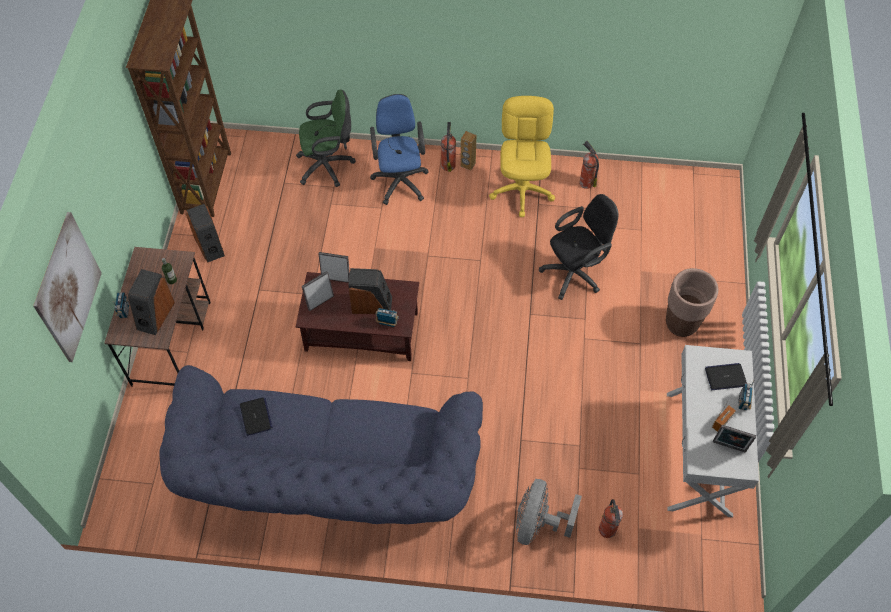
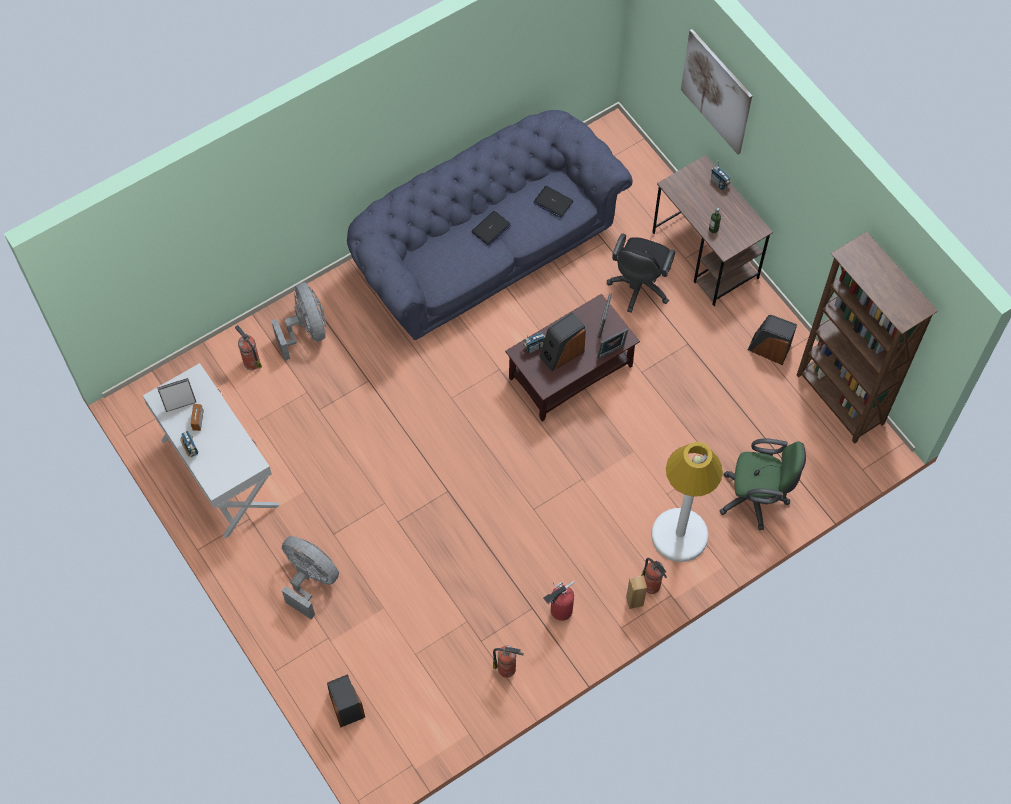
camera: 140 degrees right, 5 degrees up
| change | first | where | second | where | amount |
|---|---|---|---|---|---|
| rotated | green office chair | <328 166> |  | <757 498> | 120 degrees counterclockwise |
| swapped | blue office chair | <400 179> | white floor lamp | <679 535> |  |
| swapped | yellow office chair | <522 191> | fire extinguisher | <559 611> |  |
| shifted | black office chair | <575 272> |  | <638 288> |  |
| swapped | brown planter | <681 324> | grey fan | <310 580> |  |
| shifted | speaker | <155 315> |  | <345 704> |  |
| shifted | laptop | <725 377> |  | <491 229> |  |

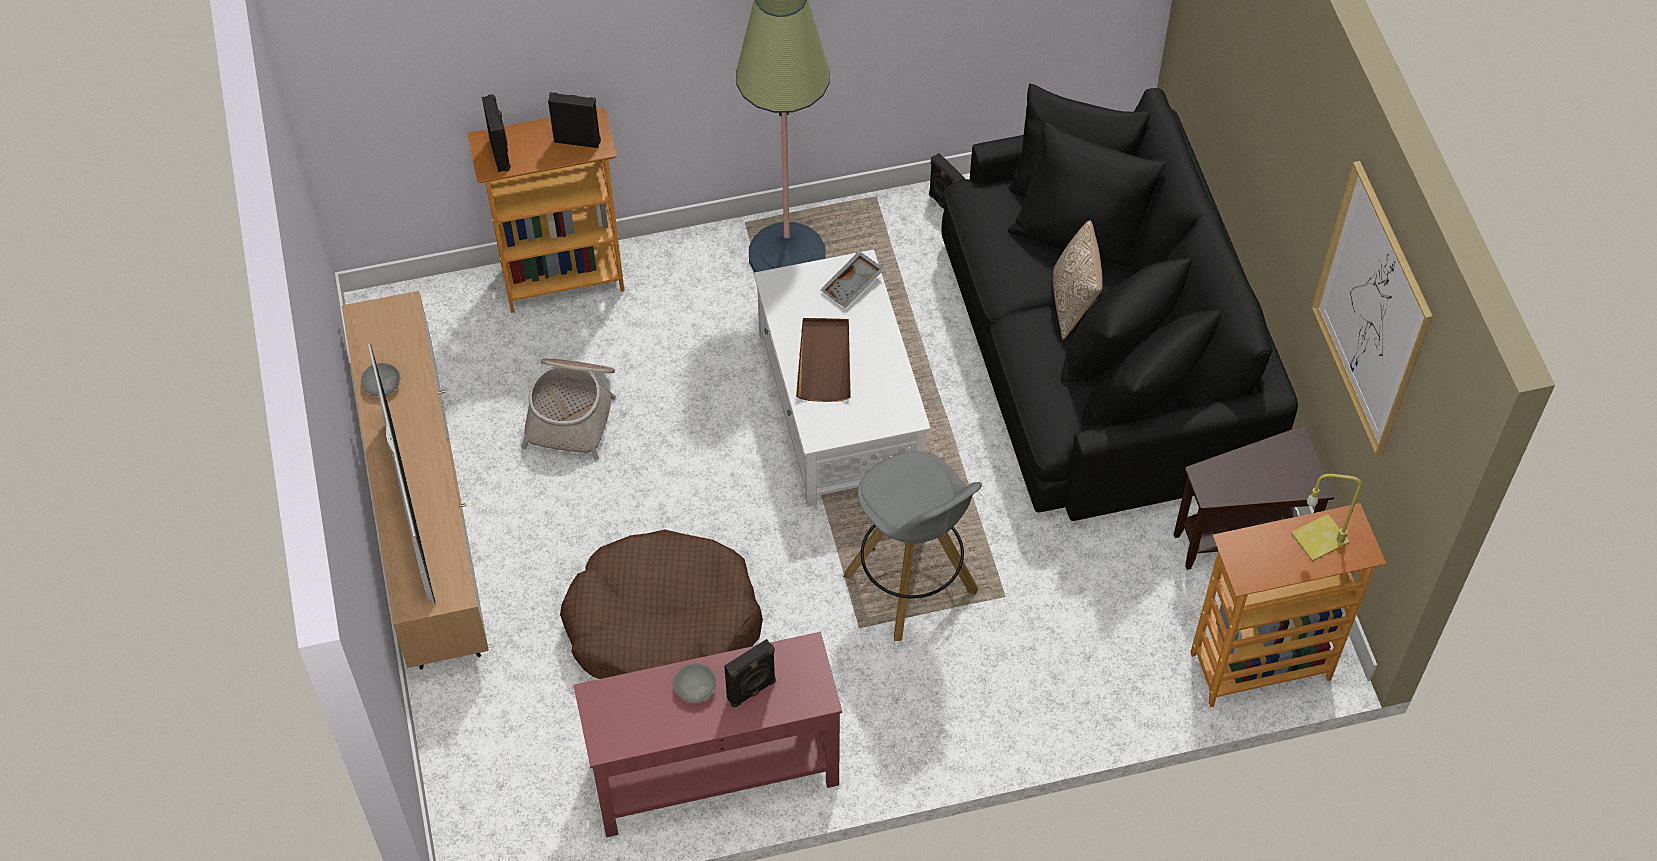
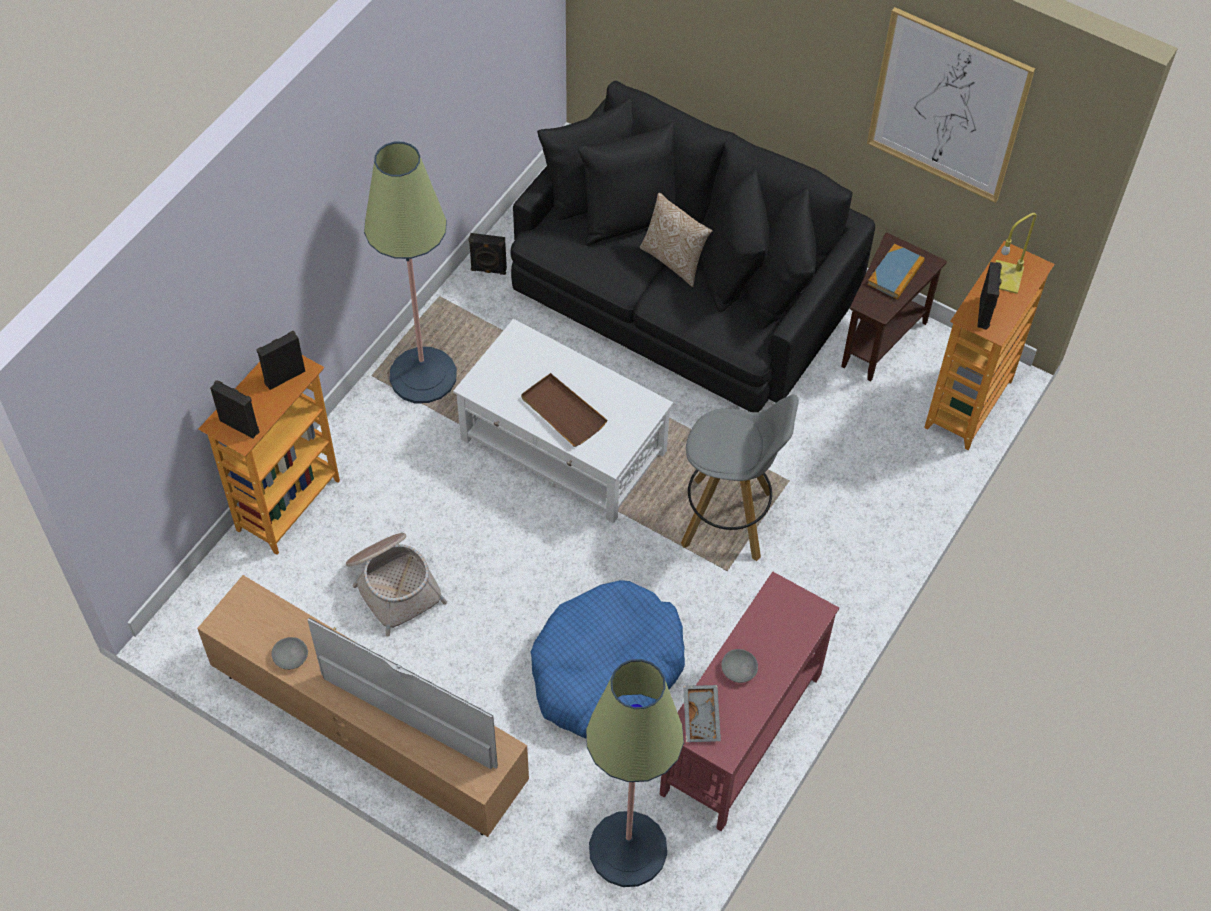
camera: 45 degrees left, 0 degrees up
| change | first | where | second | where | amount |
|---|---|---|---|---|---|
| shifted | grey tray | <853 285> |  | <702 717> |  |
| repainted | brown dog bed | <663 624> | blue dog bed | <606 670> |  |
| shifted | black speaker | <752 691> |  | <985 313> |  |
| new |  |  | book | <895 273> |  |
| new |  |  | floor lamp | <628 849> |  |

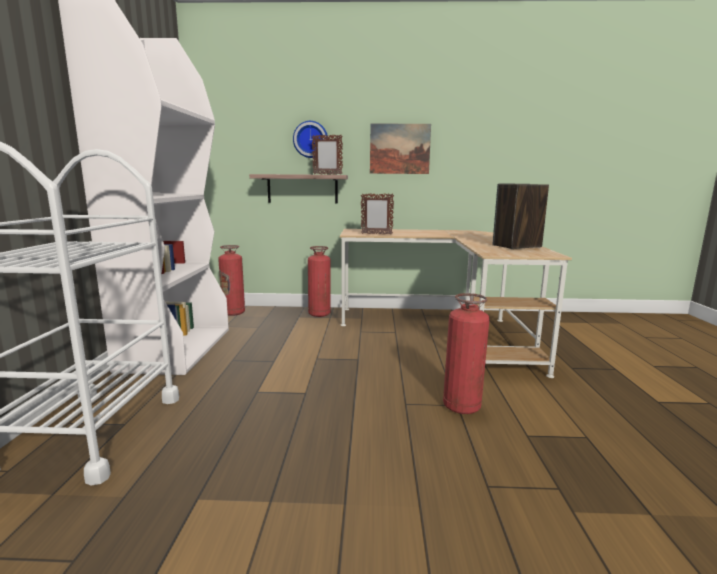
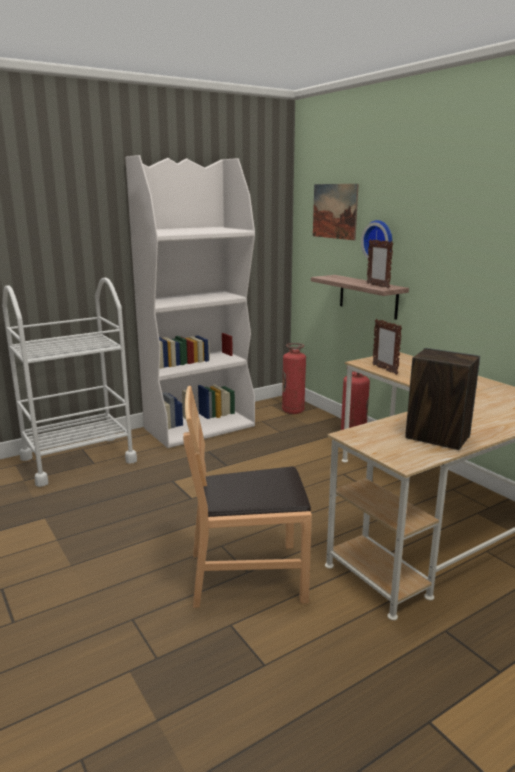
camera: 55 degrees right, 5 degrees up
| change | first | where | second | where | amount |
|---|---|---|---|---|---|
| shifted | picture | <399 149> |  | <334 211> |  |
| swapped | fire extinguisher | <461 406> | brown chair | <247 575> |  |

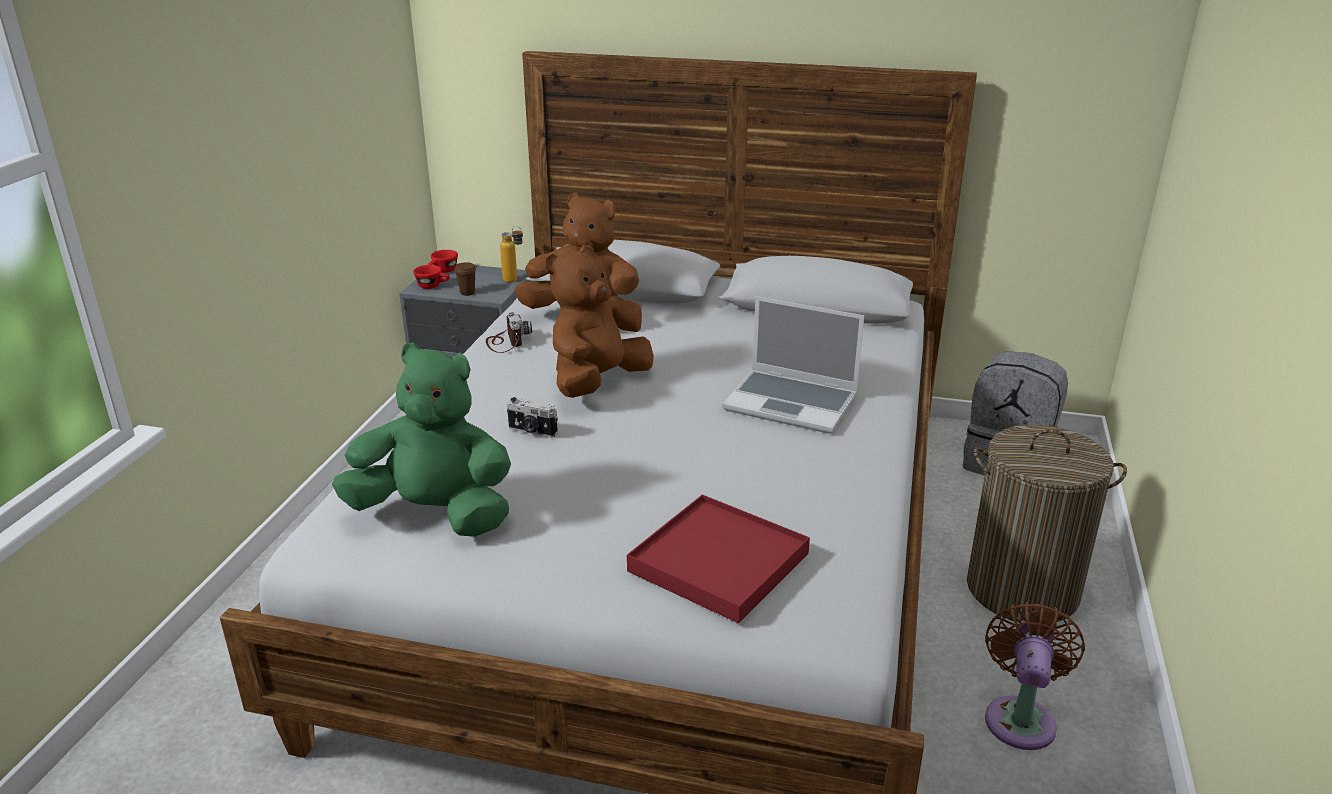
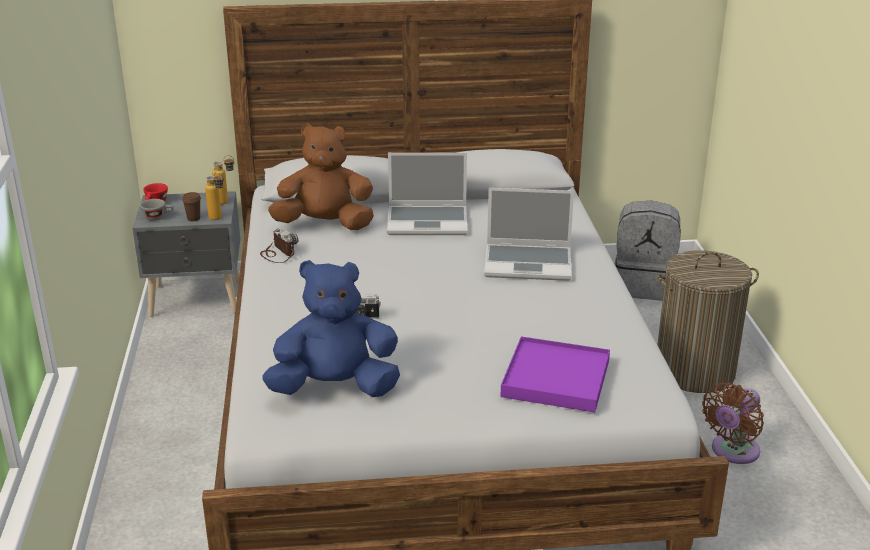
camera: 20 degrees left, 0 degrees up
| change | first | where | second | where | amount |
|---|---|---|---|---|---|
| gone | brown plush toy | <598 382> |  |  |  |
| repainted | red cup | <433 286> | grey cup | <158 217> |  |
| repainted | green plush toy | <435 514> | blue plush toy | <335 388> |  |
| repainted | red tray | <719 563> | purple tray | <556 379> |  |
| rotated | brown fan | <1020 717> |  | <732 452> | 135 degrees counterclockwise |
| new |  |  | laptop | <428 222> |  |
| new |  |  | bottle | <218 219> |  |

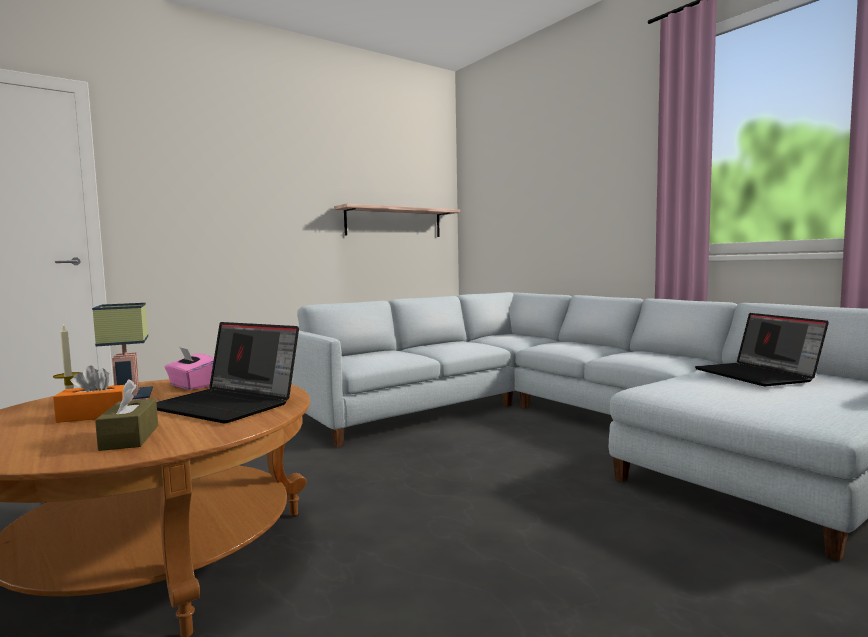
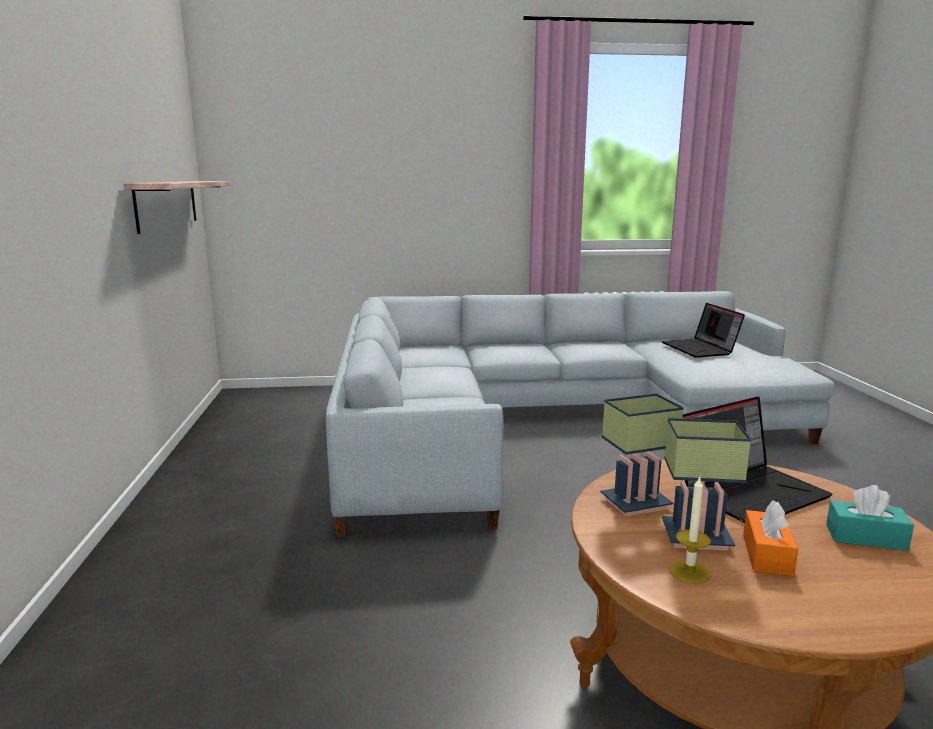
camera: 60 degrees left, 10 degrees up
| change | first | where | second | where | amount |
|---|---|---|---|---|---|
| rotated | laptop | <758 375> |  | <700 349> | 60 degrees clockwise |
| swapped | pink tissue box | <191 386> | table lamp | <636 502> |  |
| repainted | brown tissue box | <130 437> | turquoise tissue box | <865 537> |  |

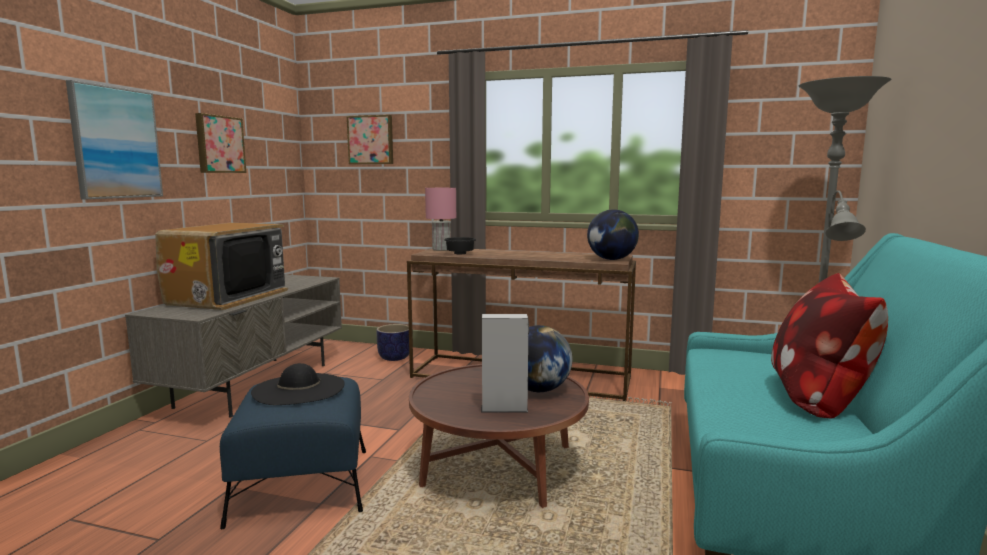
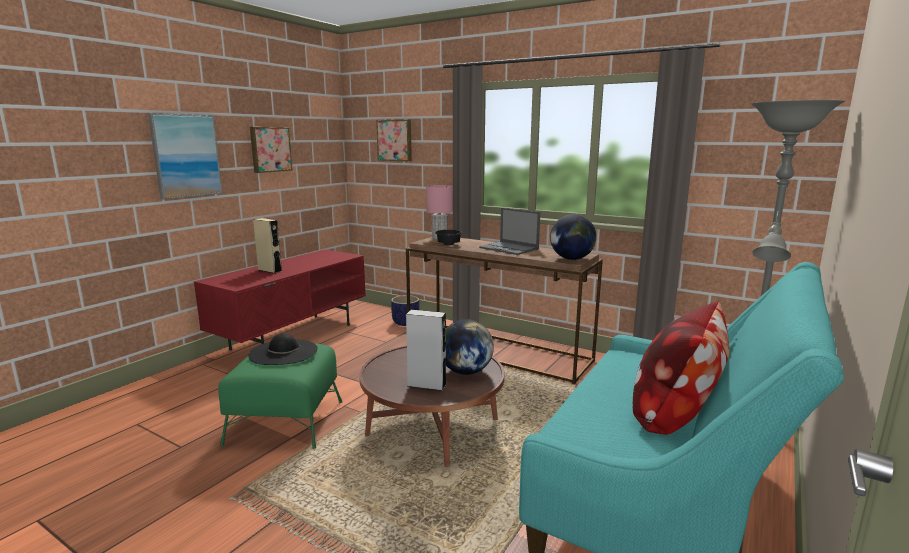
camera: 15 degrees right, 5 degrees up
| change | first | where | second | where | amount |
|---|---|---|---|---|---|
| swapped | television | <228 297> | beige speaker | <270 270> |  |
| repainted | grey tv stand | <255 384> | red tv stand | <293 336> |  |
| repainted | blue ottoman | <301 486> | green ottoman | <285 422> |  |
| new |  |  | laptop | <509 248> |  |

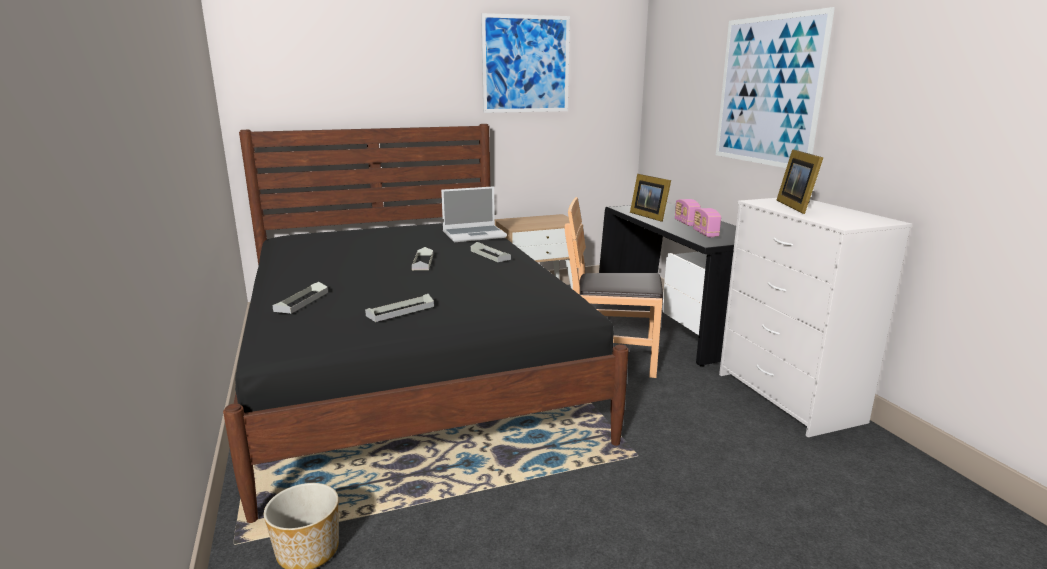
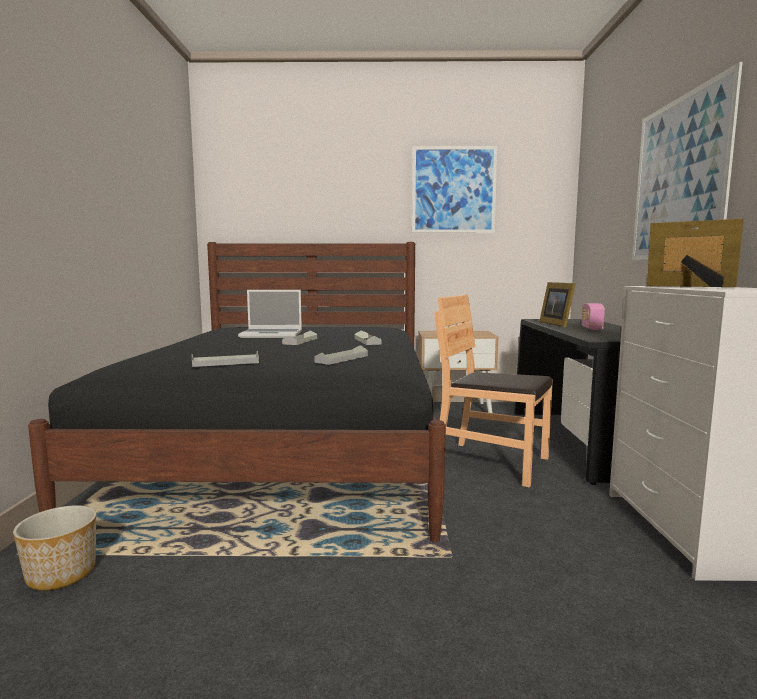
camera: 20 degrees right, 10 degrees down
| change | first | where | second | where | amount |
|---|---|---|---|---|---|
| rotated | picture frame | <797 206> |  | <692 286> | 105 degrees clockwise |
| shifted | laptop | <475 235> |  | <272 335> |  |
| gone | radio | <705 234> |  |  |  |
| shifted | grey tray | <301 301> |  | <342 359> |  |

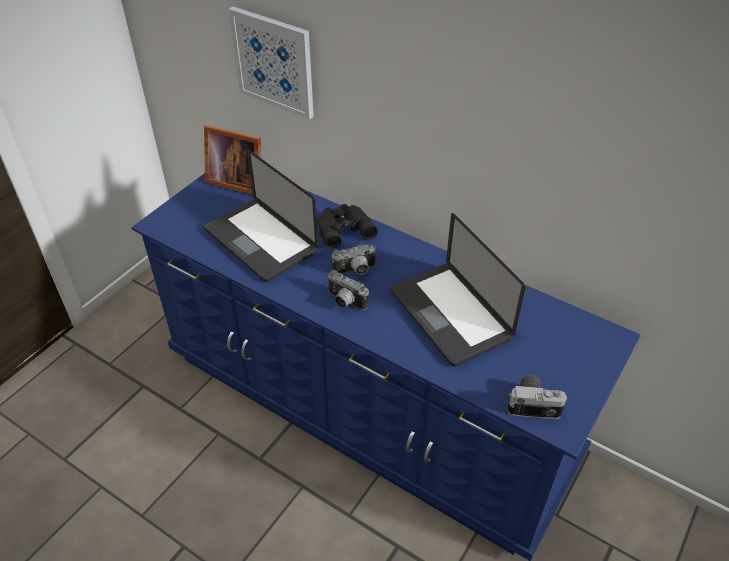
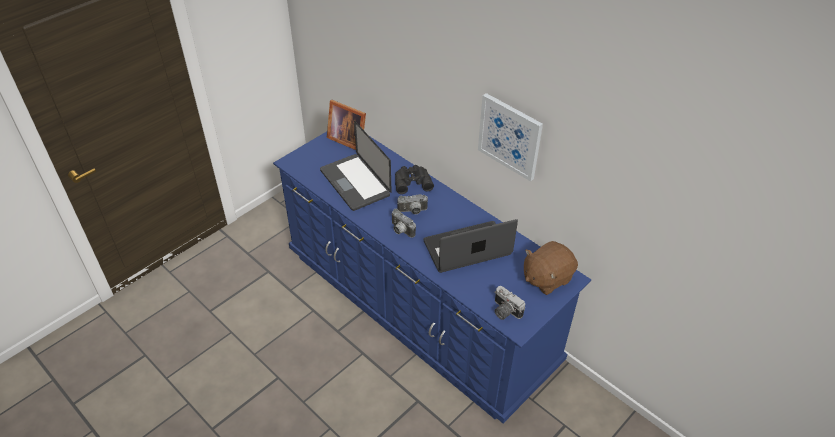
camera: 10 degrees right, 0 degrees up
| change | first | where | second | where | amount |
|---|---|---|---|---|---|
| shifted | picture | <274 62> |  | <510 136> |  |
| rotated | laptop | <449 314> |  | <467 248> | 90 degrees clockwise |
| rotated | photo camera | <533 403> |  | <504 311> | 150 degrees counterclockwise |
| new |  |  | brown plush toy | <546 278> |  |

